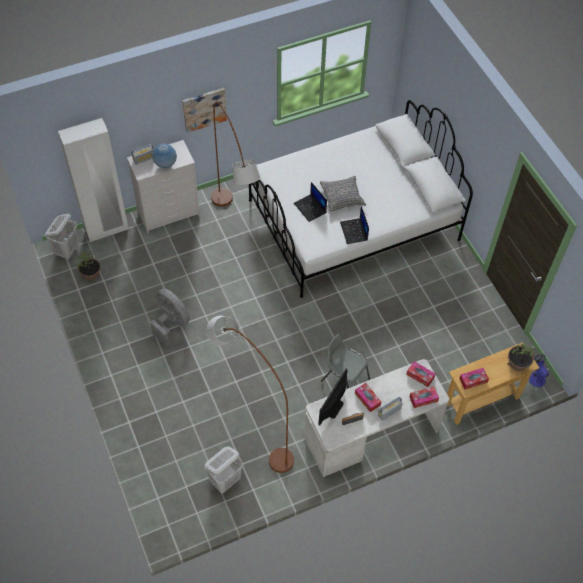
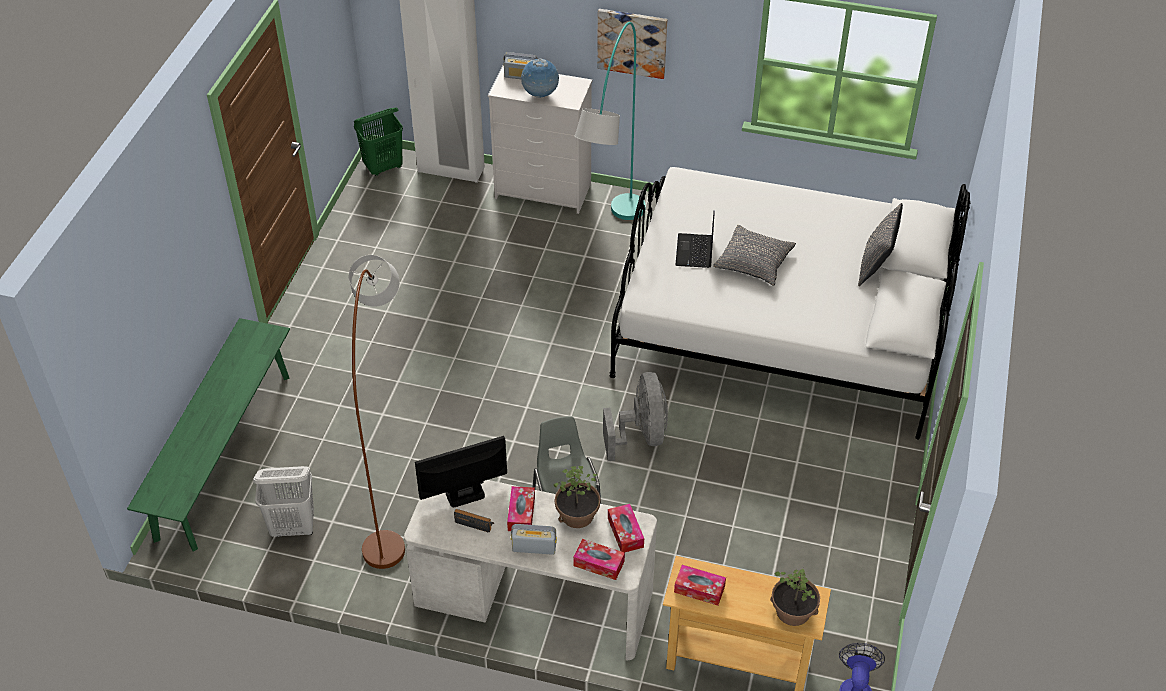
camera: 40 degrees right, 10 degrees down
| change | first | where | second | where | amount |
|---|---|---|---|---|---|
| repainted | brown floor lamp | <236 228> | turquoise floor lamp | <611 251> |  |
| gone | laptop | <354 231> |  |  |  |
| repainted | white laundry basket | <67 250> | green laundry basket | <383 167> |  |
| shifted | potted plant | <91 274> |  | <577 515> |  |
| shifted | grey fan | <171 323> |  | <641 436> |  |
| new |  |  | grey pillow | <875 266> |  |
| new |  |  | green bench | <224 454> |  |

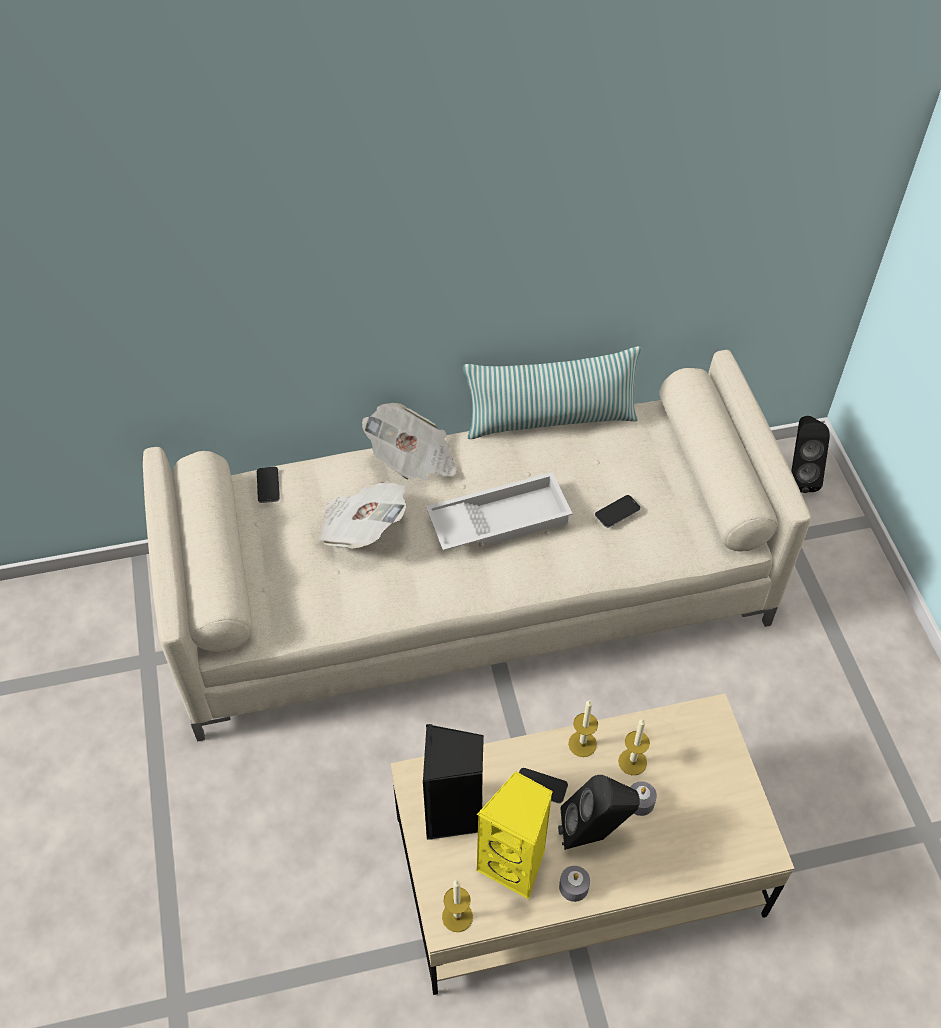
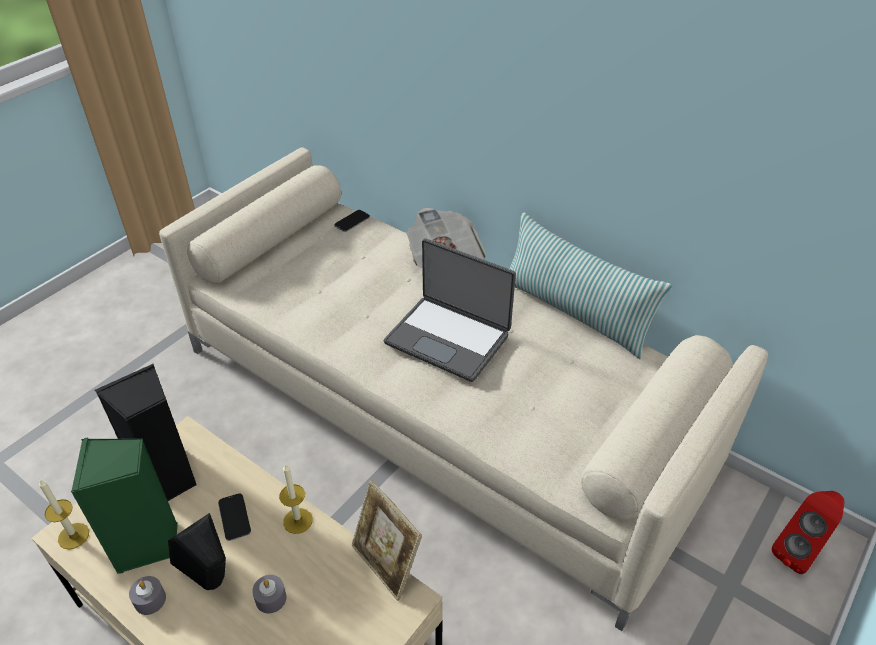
camera: 50 degrees right, 10 degrees down
| change | first | where | second | where | amount |
|---|---|---|---|---|---|
| repainted | black speaker | <798 477> | red speaker | <798 551> |  |
| swapped | white tray | <499 519> | laptop | <448 338> |  |
| gone | newspaper | <362 528> |  |  |  |
| gone | phone | <617 512> |  |  |  |
| gone | candle | <632 762> |  |  |  |
| repainted | yellow speaker | <515 863> | green speaker | <147 544> |  |
| new |  |  | picture frame | <386 564> |  |

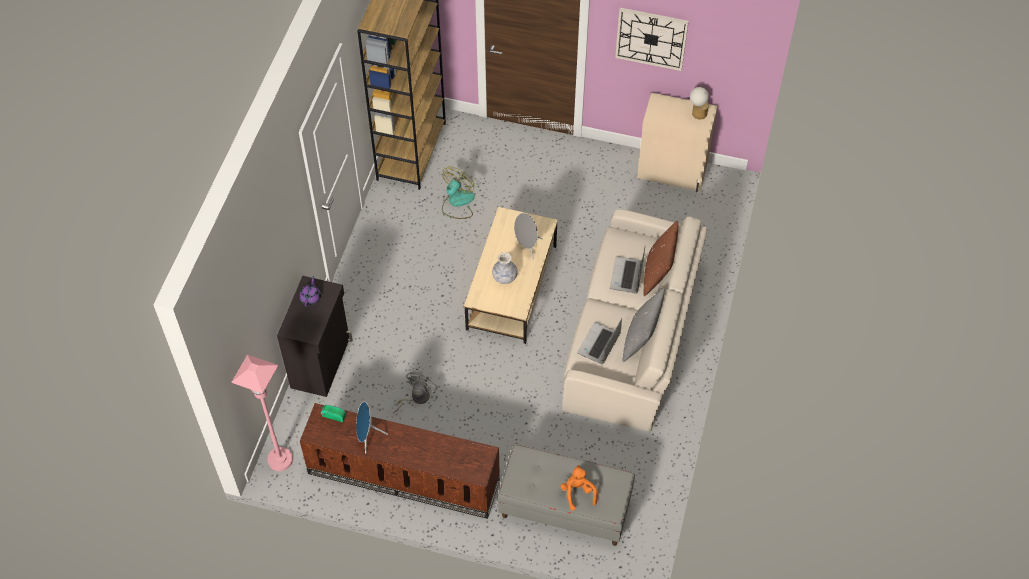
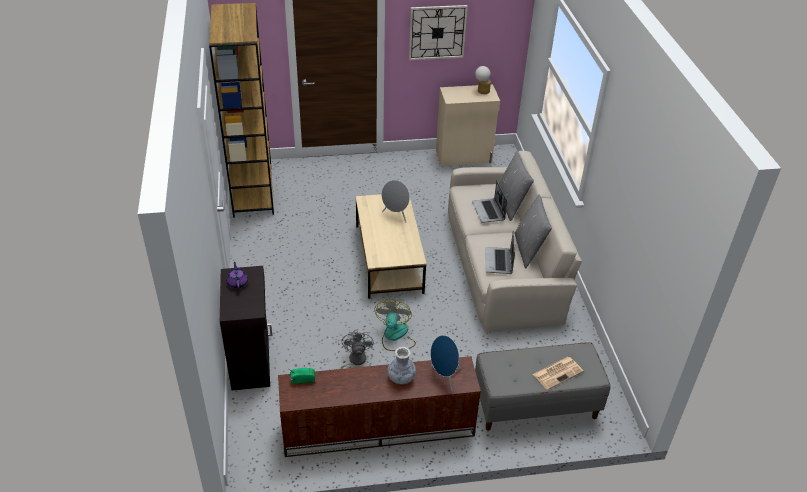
camera: 25 degrees left, 15 degrees down
| change | first | where | second | where | amount |
|---|---|---|---|---|---|
| shifted | fan | <457 203> |  | <395 337> |  |
| repainted | brown pillow | <658 274> | grey pillow | <510 204> |  |
| shifted | vase | <504 277> |  | <401 377> |  |
| gone | pink floor lamp | <280 459> |  |  |  |
| shifted | blue speaker | <368 437> |  | <444 376> |  |
| swapped | orange plush toy | <578 493> | newspaper | <558 372> |  |

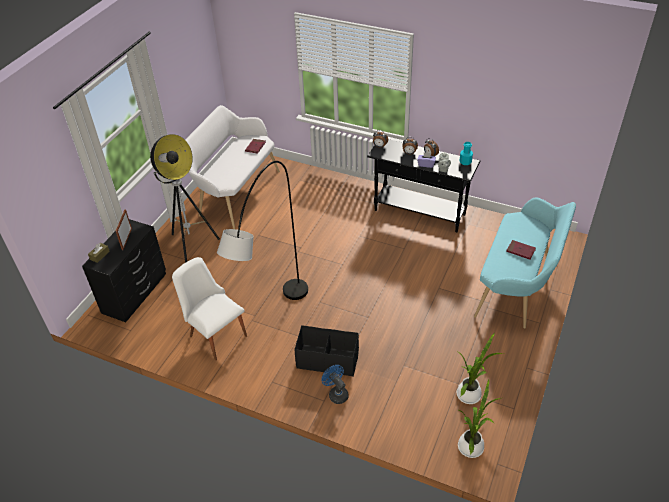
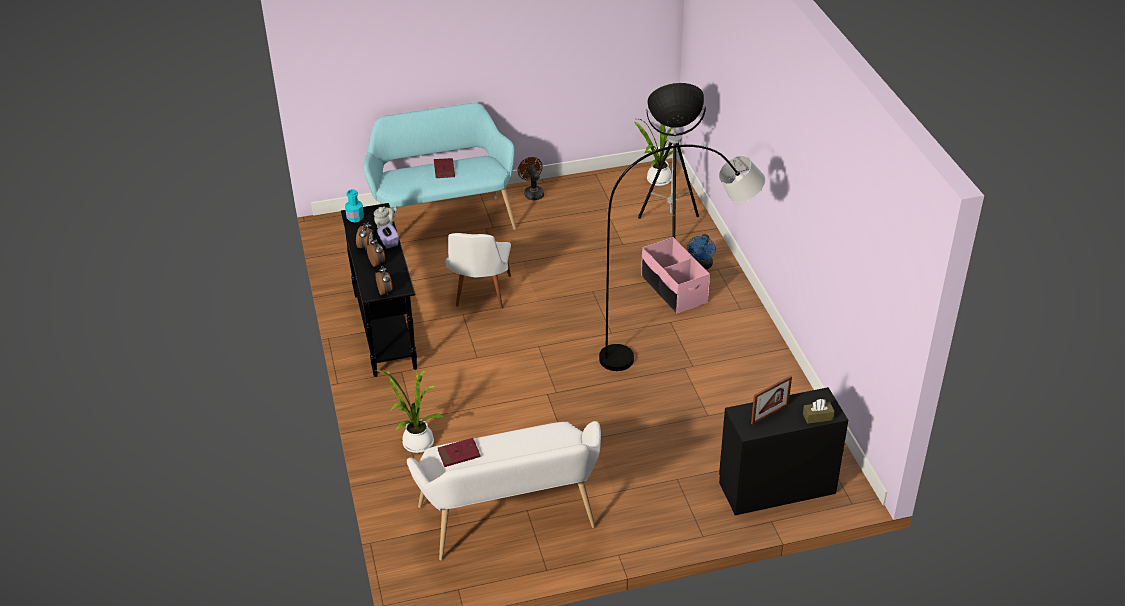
camera: 130 degrees left, 5 degrees down
| change | first | where | second | where | amount |
|---|---|---|---|---|---|
| shifted | floor lamp | <191 245> |  | <670 230> |  |
| shifted | white chair | <215 333> |  | <480 295> |  |
| repainted | black storage box | <327 360> | pink storage box | <673 289> |  |
| shifted | potted plant | <470 393> |  | <415 442> |  |
| new |  |  | brown fan | <532 193> |  |

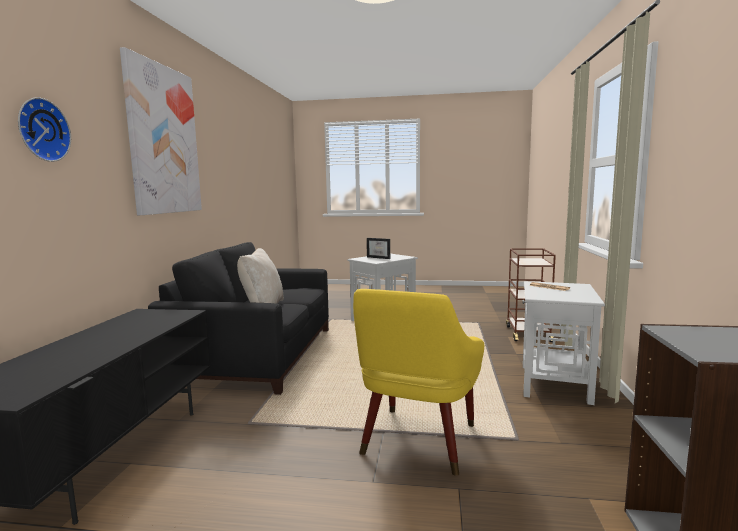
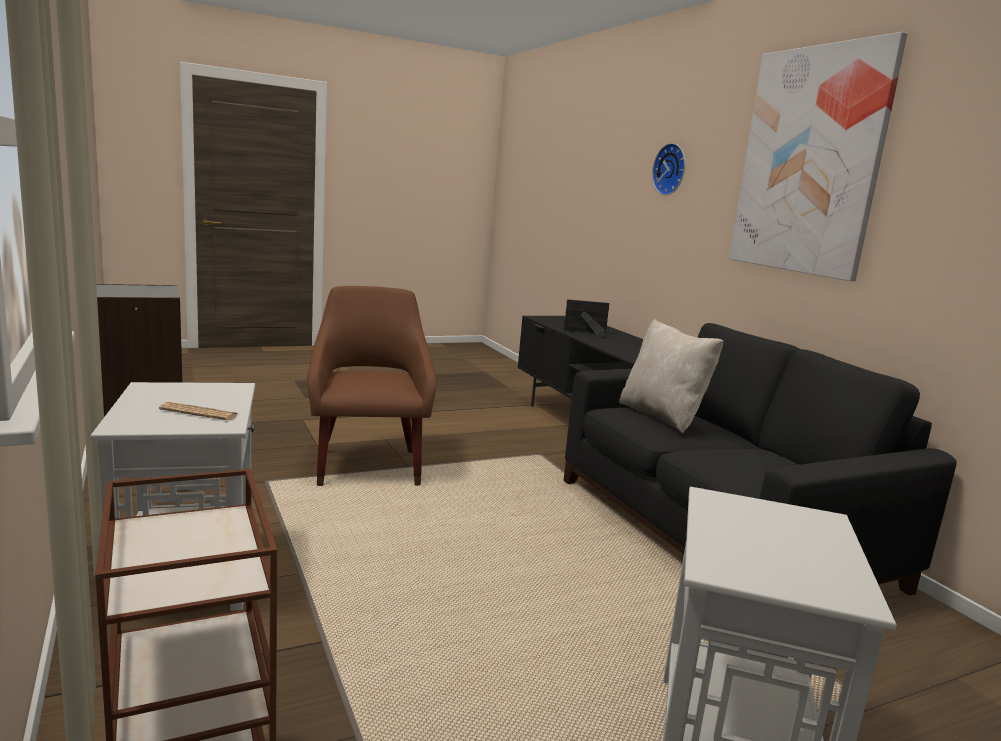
camera: 145 degrees right, 5 degrees up
| change | first | where | second | where | amount |
|---|---|---|---|---|---|
| shifted | picture frame | <380 257> |  | <584 333> |  |
| repainted | yellow armchair | <416 444> | brown armchair | <368 463> |  |

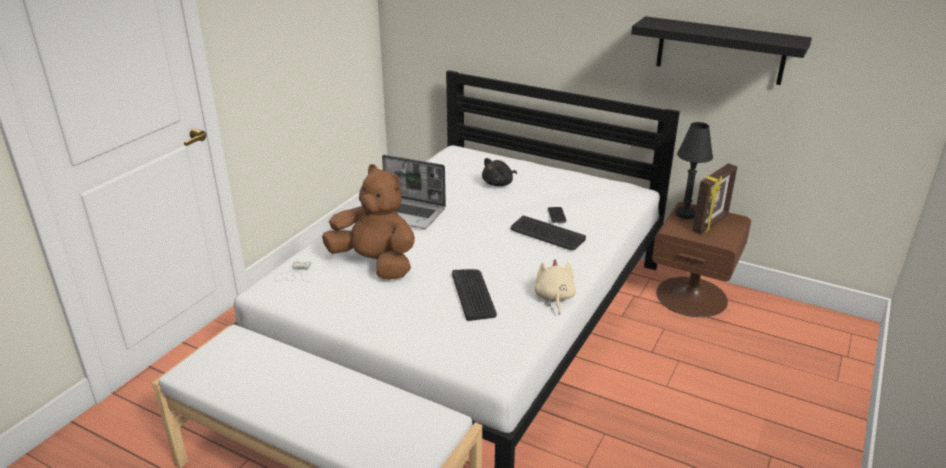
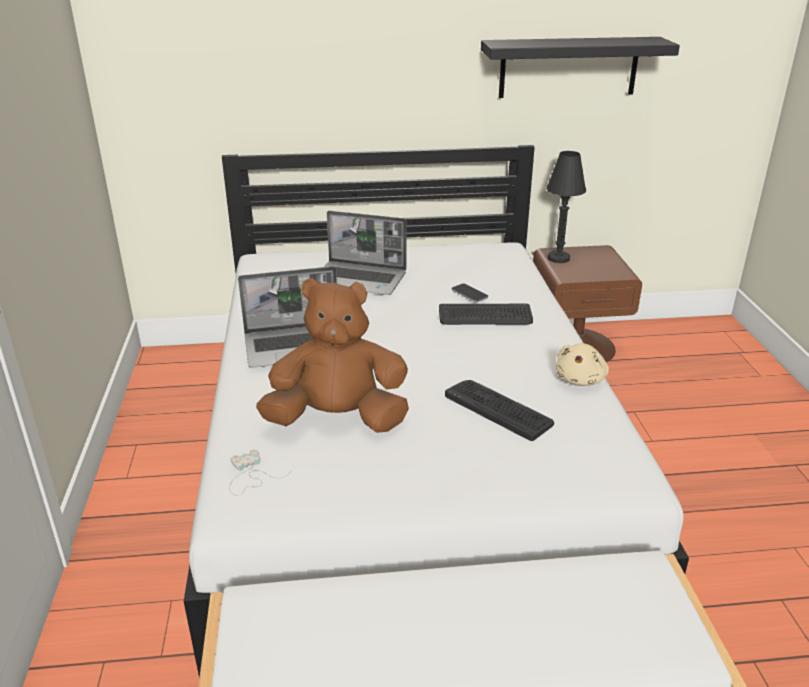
camera: 35 degrees left, 0 degrees up
| change | first | where | second | where | amount |
|---|---|---|---|---|---|
| swapped | black plush toy | <499 183> | laptop | <360 280> |  |
| gone | picture frame | <711 224> |  |  |  |
| rotated | beige plush toy | <554 298> |  | <580 379> | 120 degrees counterclockwise |

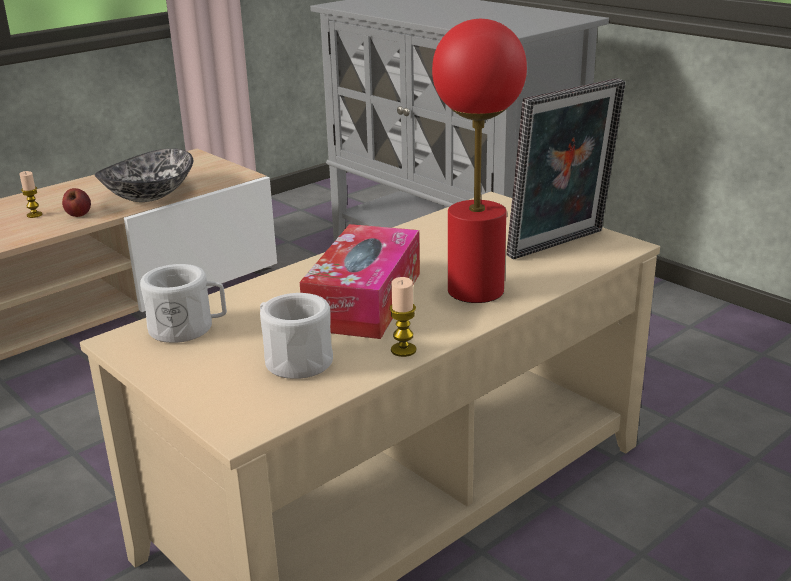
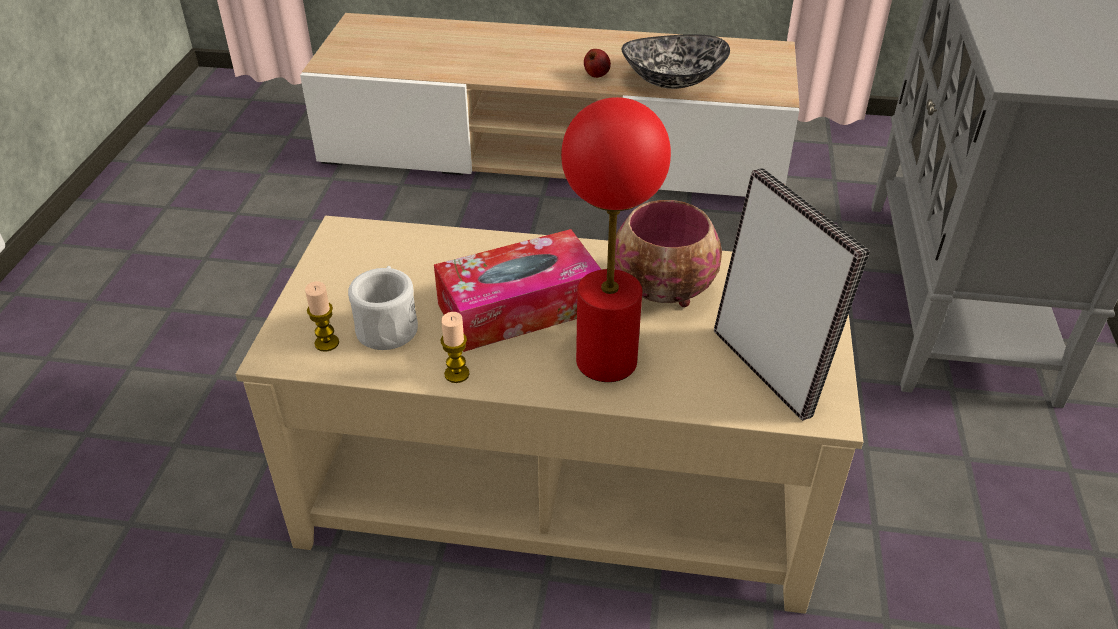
camera: 50 degrees right, 15 degrees up
| change | first | where | second | where | amount |
|---|---|---|---|---|---|
| rotated | picture frame | <560 245> |  | <768 369> | 135 degrees counterclockwise |
| shifted | candle | <34 215> |  | <327 343> |  |
| gone | white mug | <188 328> |  |  |  |
| new |  |  | bowl | <665 291> |  |

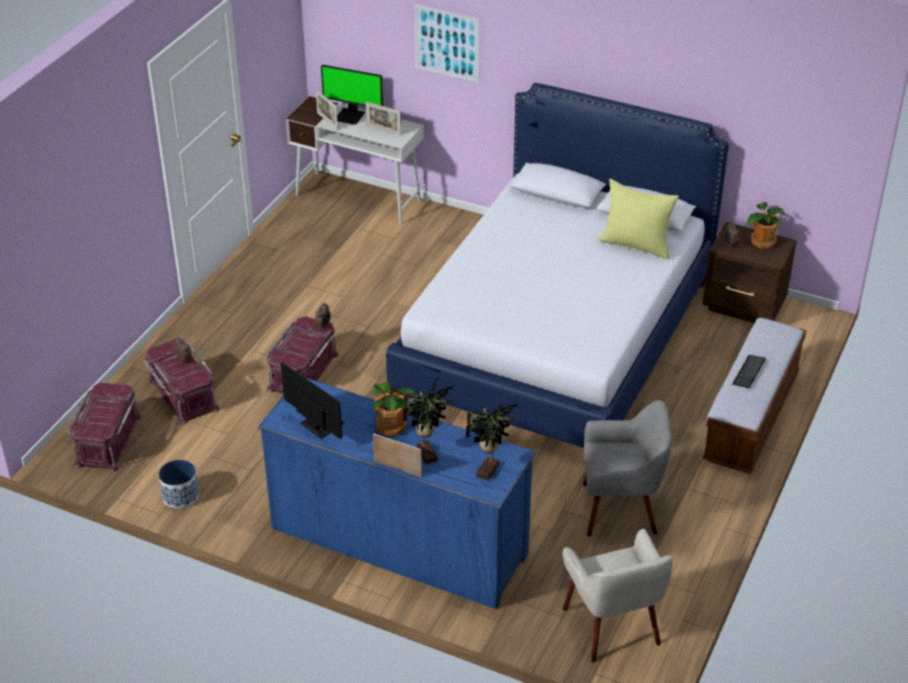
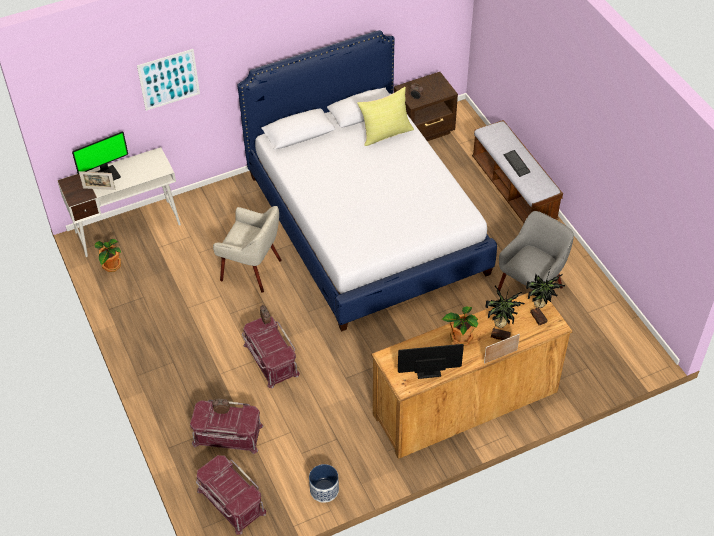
camera: 50 degrees left, 10 degrees up
| change | first | where | second | where | amount |
|---|---|---|---|---|---|
| gone | picture frame | <383 130> |  |  |  |
| shifted | potted plant | <761 242> |  | <111 266> |  |
| repainted | blue dresser | <398 541> | brown dresser | <465 403> |  |
| shifted | beige armchair | <612 626> |  | <252 269> |  |

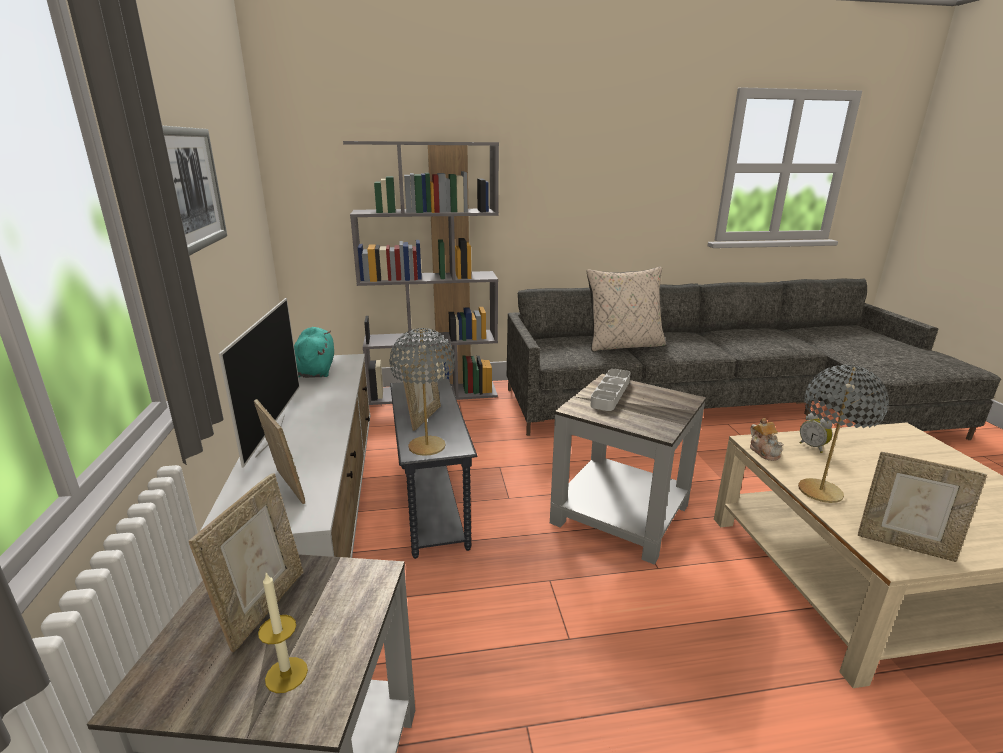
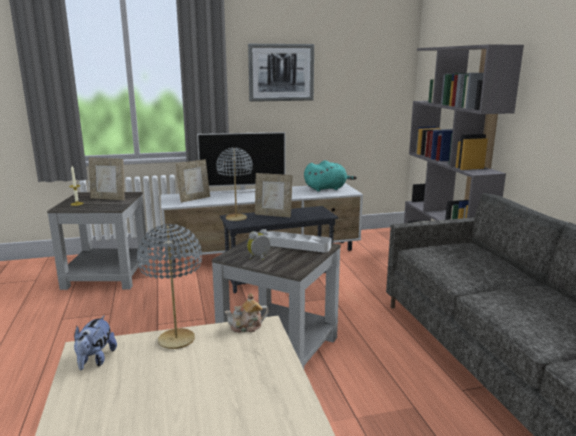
camera: 85 degrees right, 5 degrees down
| change | first | where | second | where | amount |
|---|---|---|---|---|---|
| gone | beige pillow | <624 345> |  |  |  |
| shifted | alarm clock | <813 447> |  | <259 258> |  |
| swapped | picture frame | <904 544> | plush toy | <95 360> |  |

